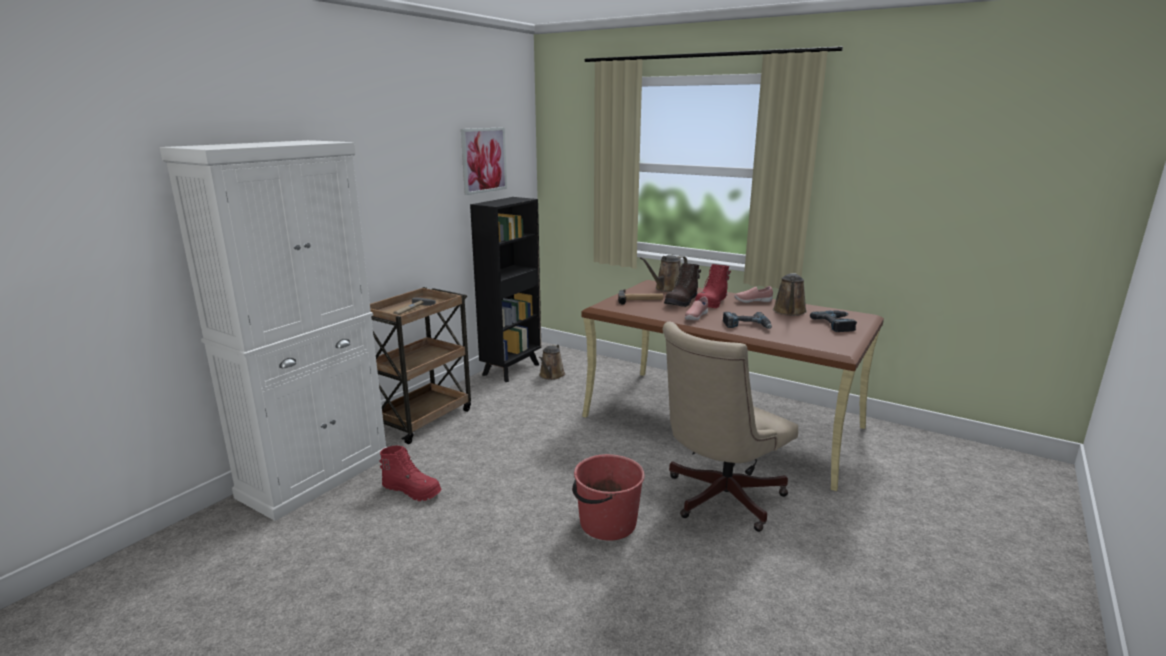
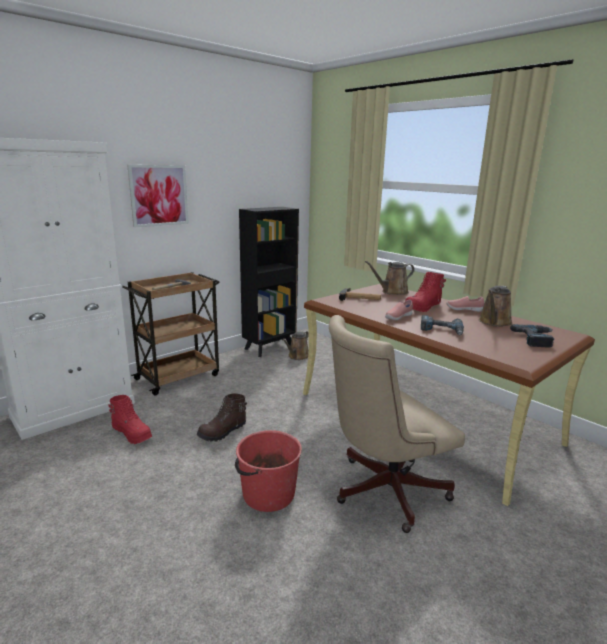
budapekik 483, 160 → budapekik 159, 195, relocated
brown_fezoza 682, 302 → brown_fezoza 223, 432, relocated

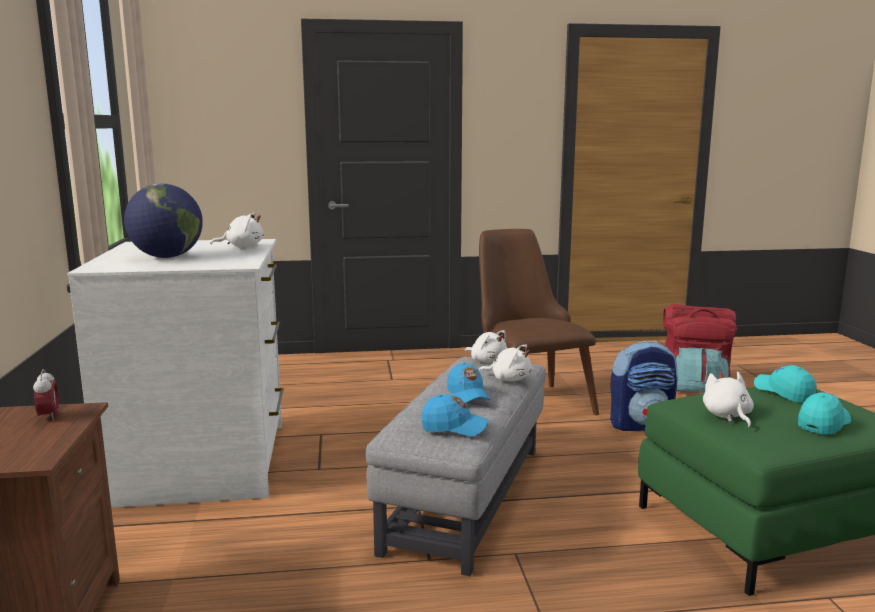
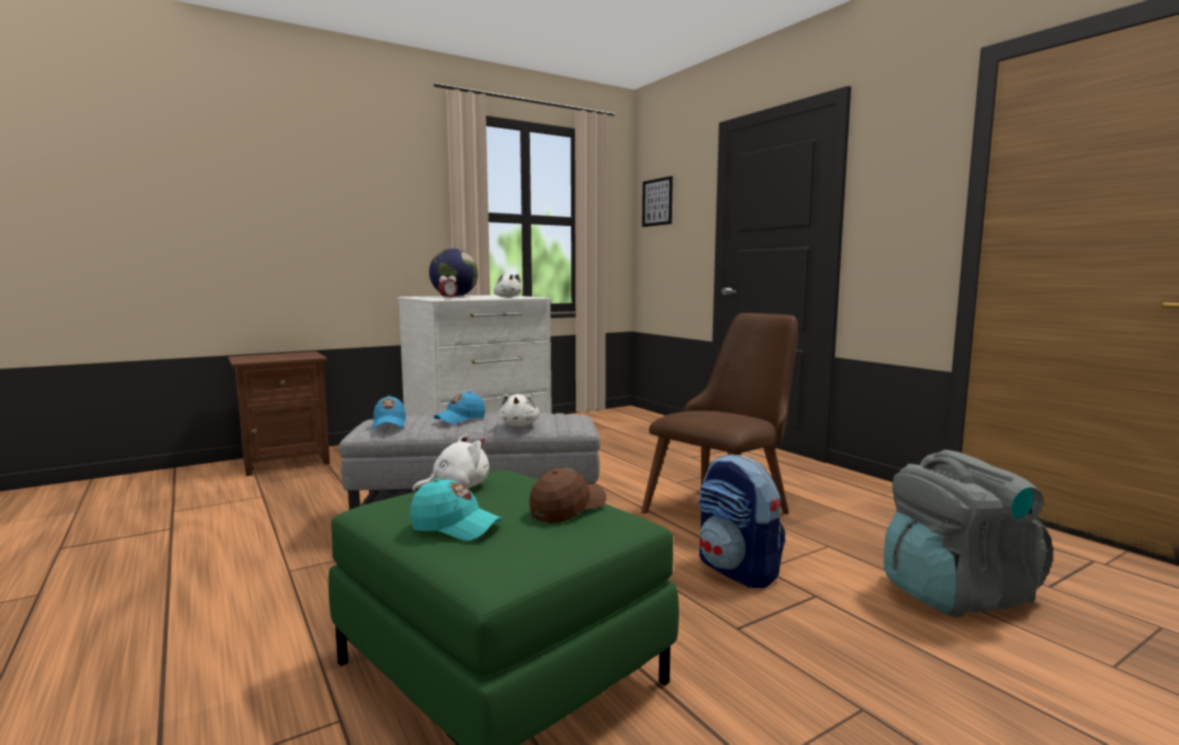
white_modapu 487, 361 → -
- → budapekik 657, 202
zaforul 49, 417 → zaforul 448, 299, relocated
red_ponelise 694, 386 → grey_ponelise 954, 594
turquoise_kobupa 784, 392 → brown_kobupa 567, 508

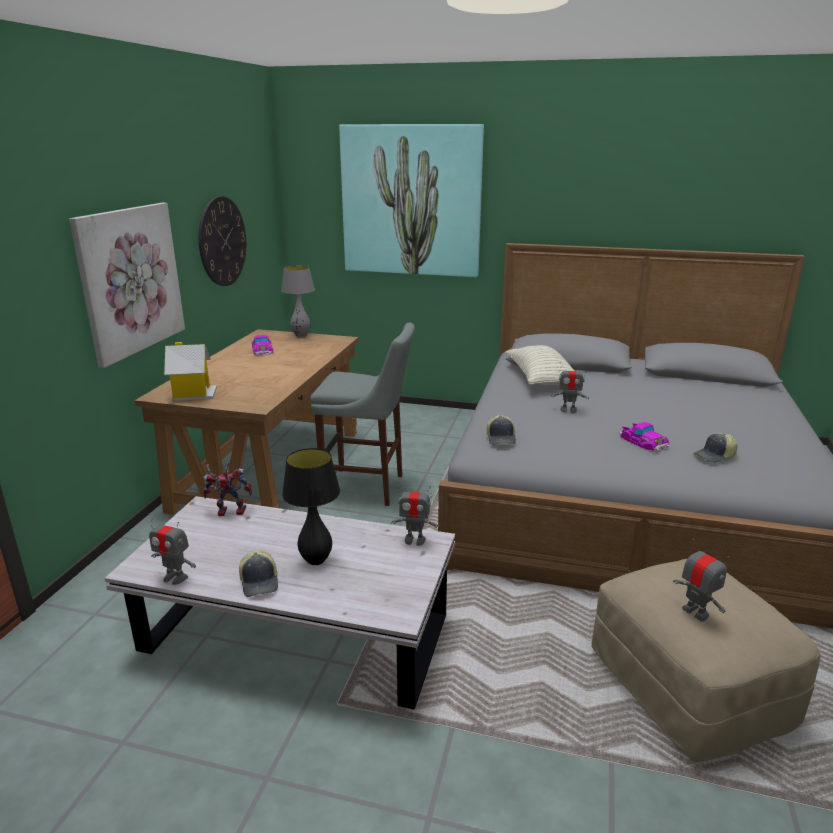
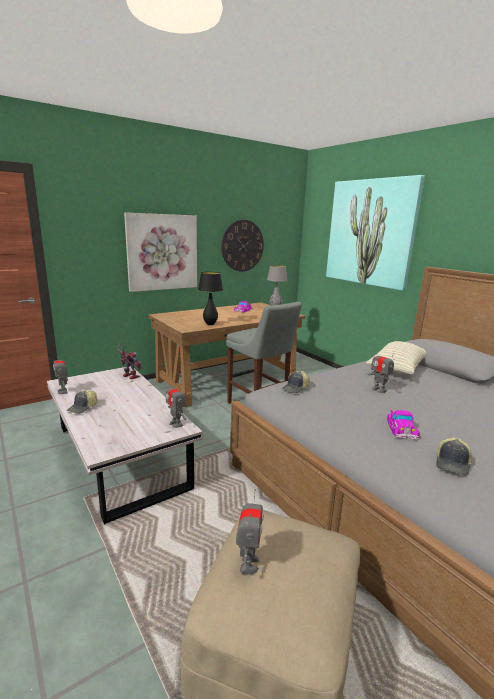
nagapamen 193, 394 → -
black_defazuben 316, 560 → black_defazuben 210, 324, relocated
kobupa 715, 456 → kobupa 453, 464, 75 degrees counterclockwise

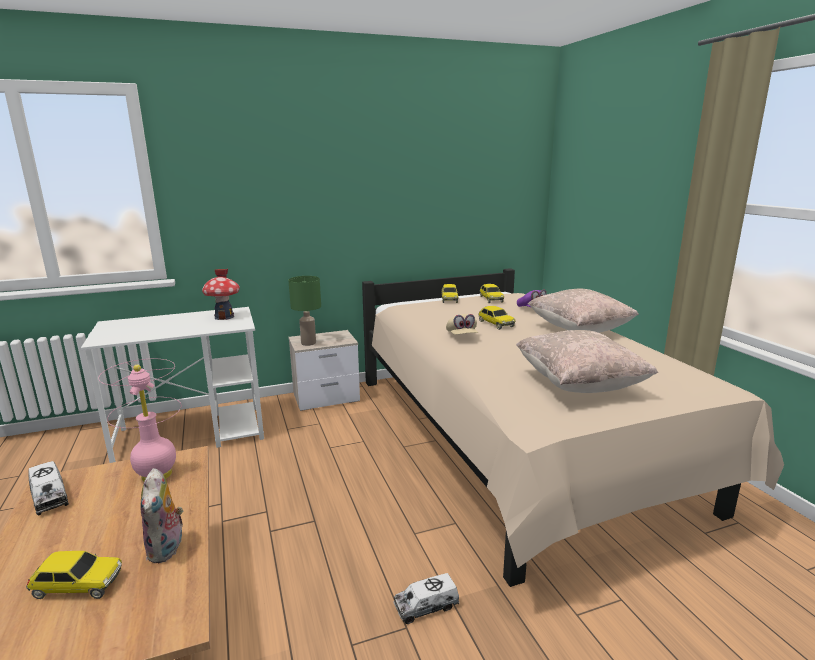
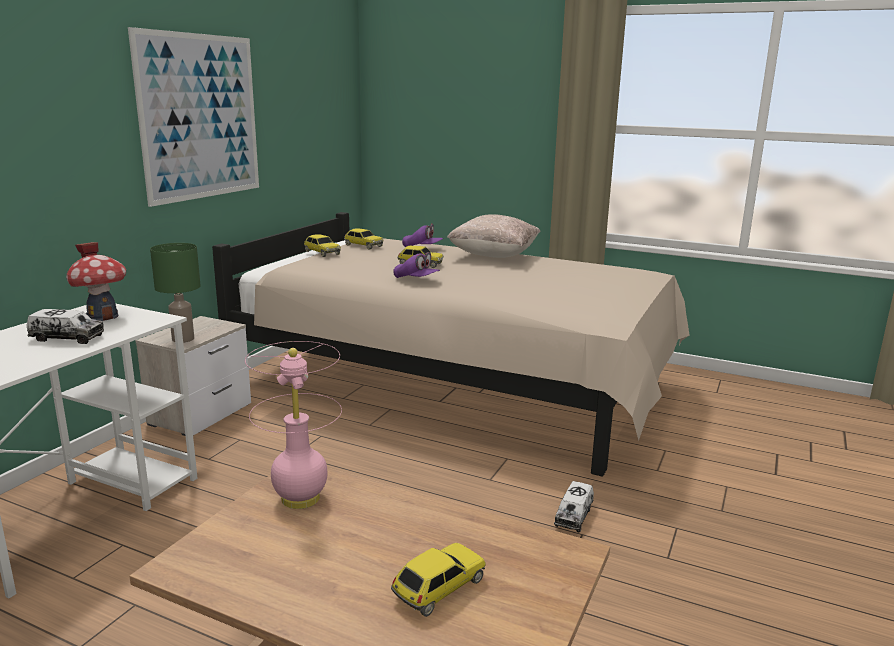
modapu 167, 549 → -
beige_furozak 579, 385 → -
- → budapekik 200, 117
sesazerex 49, 497 → sesazerex 67, 338, relocated
beige_kobupa 461, 336 → purple_kobupa 416, 280

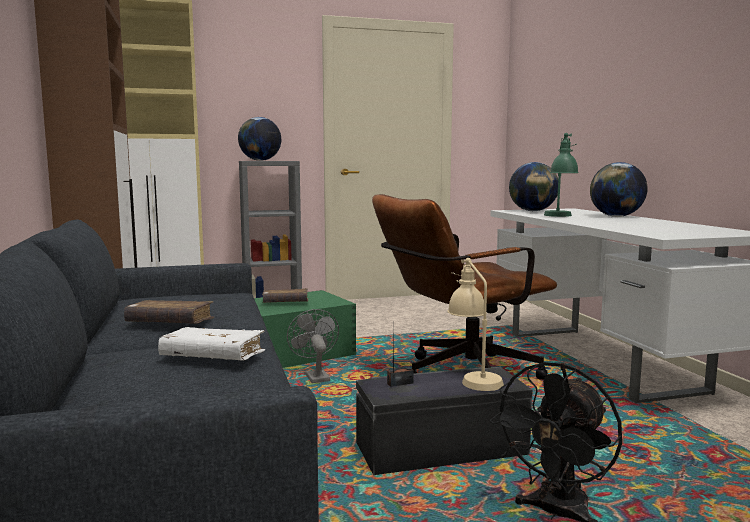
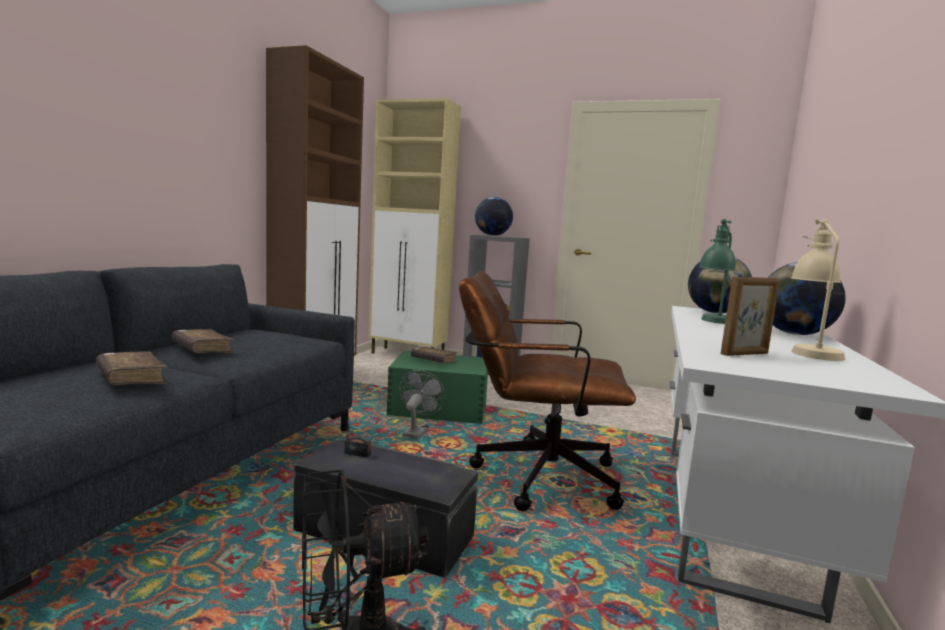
- → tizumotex 745, 354
beige_defazuben 473, 377 → beige_defazuben 809, 350, relocated
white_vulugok 213, 357 → brown_vulugok 131, 378

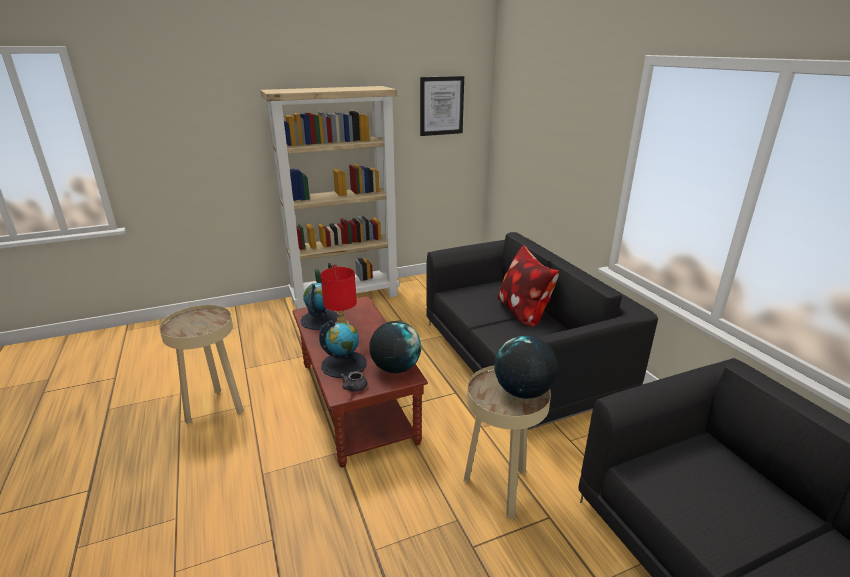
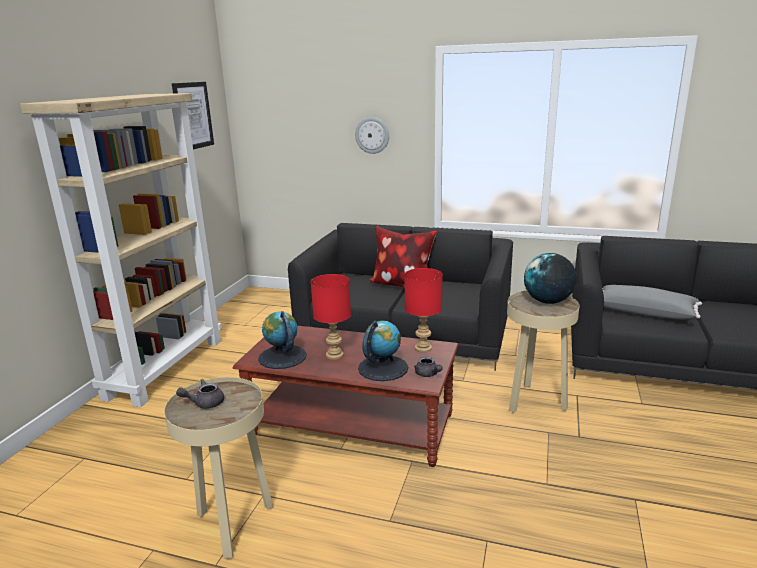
- → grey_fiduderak 204, 403
- → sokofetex 372, 135
- → grey_furozak 645, 312
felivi 395, 368 → red_defazuben 422, 348

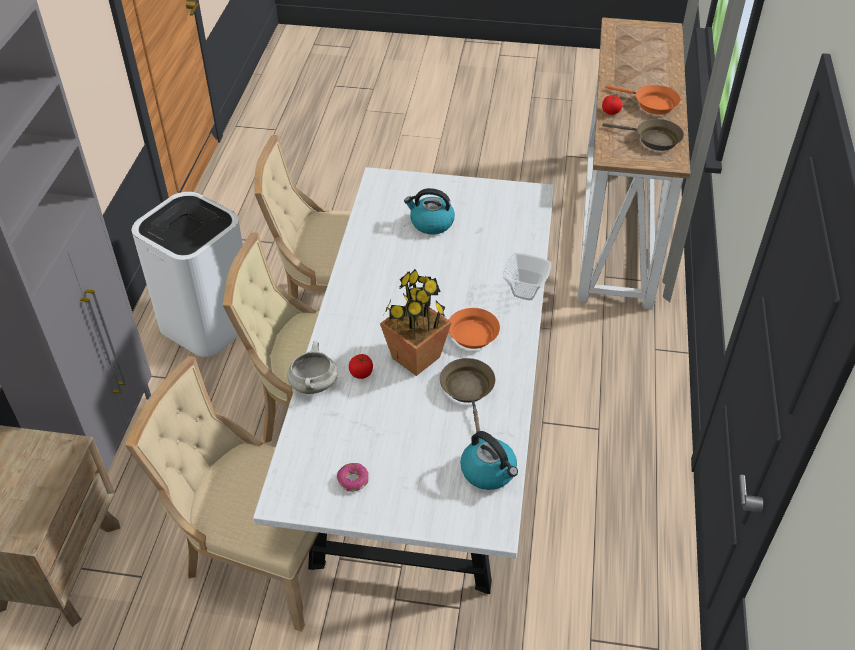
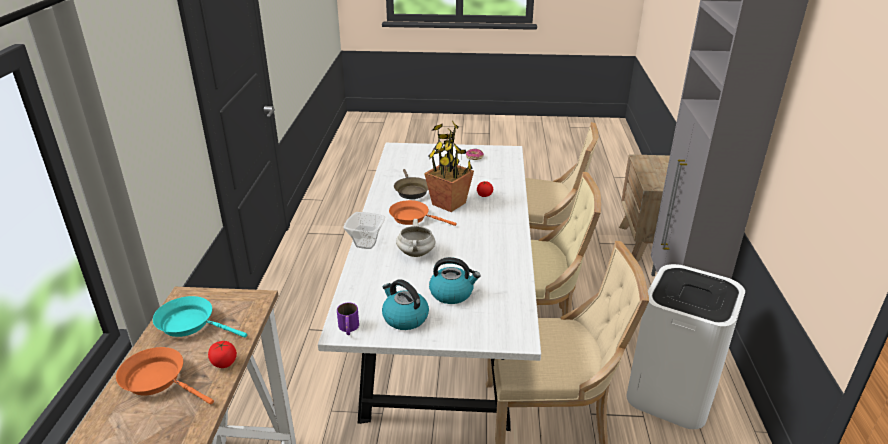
- → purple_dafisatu 348, 328
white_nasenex 313, 384 → white_nasenex 416, 254, relocated
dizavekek 489, 471 → dizavekek 404, 318, relocated
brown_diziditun 653, 139 → turquoise_diziditun 190, 324

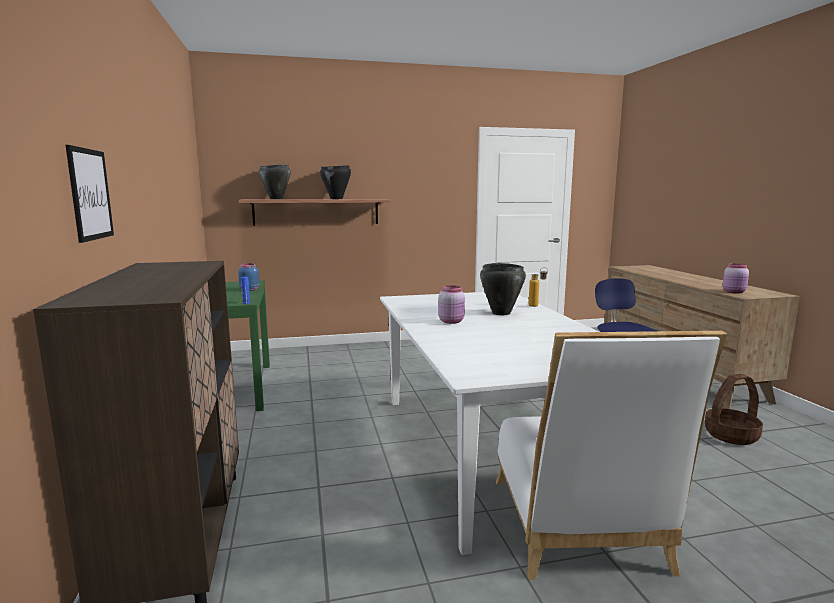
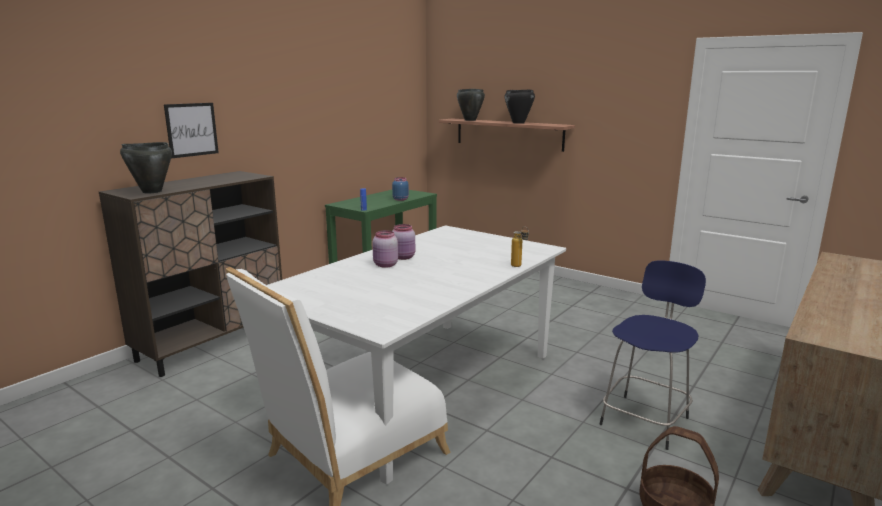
black_nasenex 501, 313 → black_nasenex 151, 191, relocated
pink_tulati 734, 292 → pink_tulati 385, 265, relocated

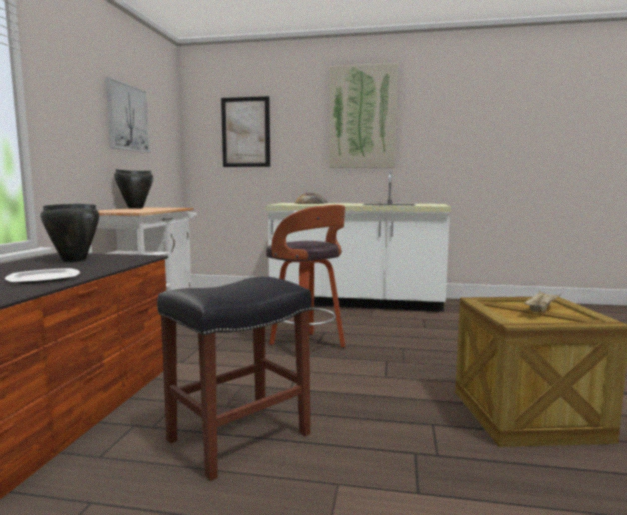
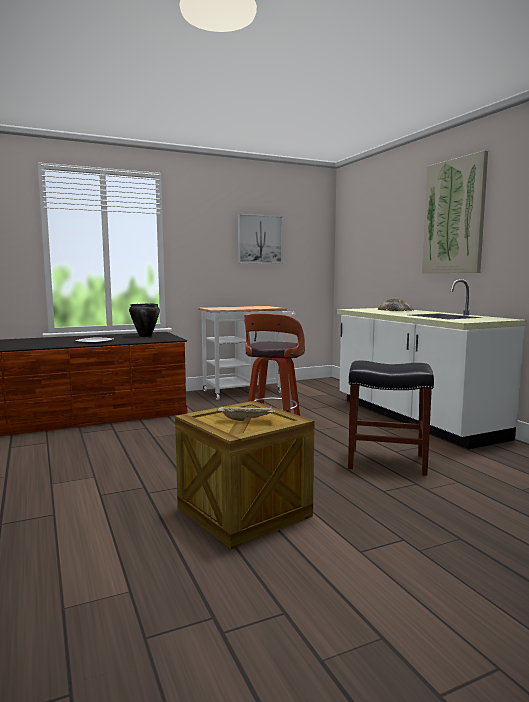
black_nasenex 135, 208 → -
budapekik 246, 132 → -
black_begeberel 240, 436 → black_begeberel 387, 461, relocated

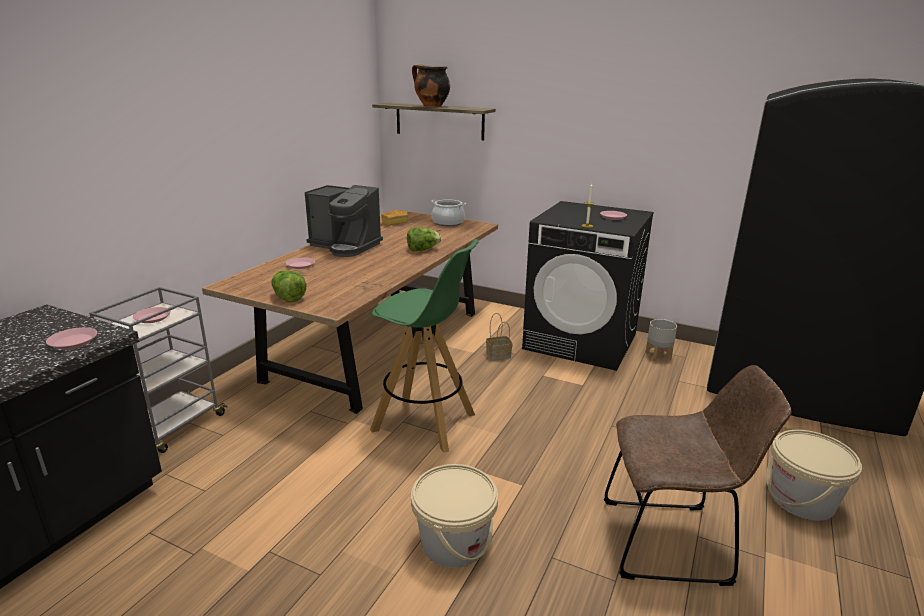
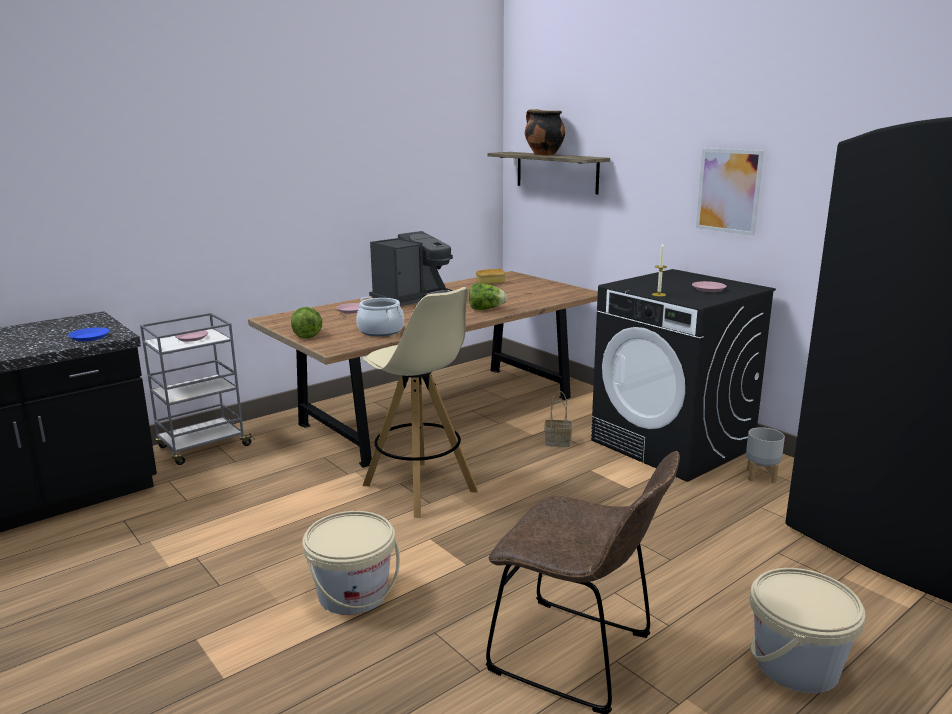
- → budapekik 728, 191
nasenex 448, 223 → nasenex 380, 331, relocated
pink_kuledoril 73, 342 → blue_kuledoril 89, 337
green_begeberel 425, 422 → beige_begeberel 420, 488
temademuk 345, 246 → temademuk 413, 298, 90 degrees counterclockwise

